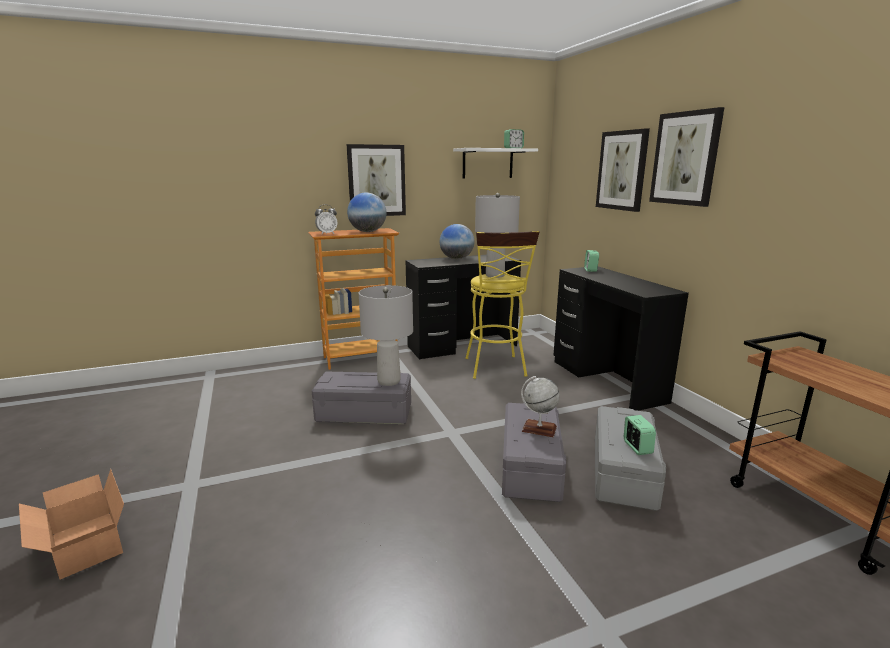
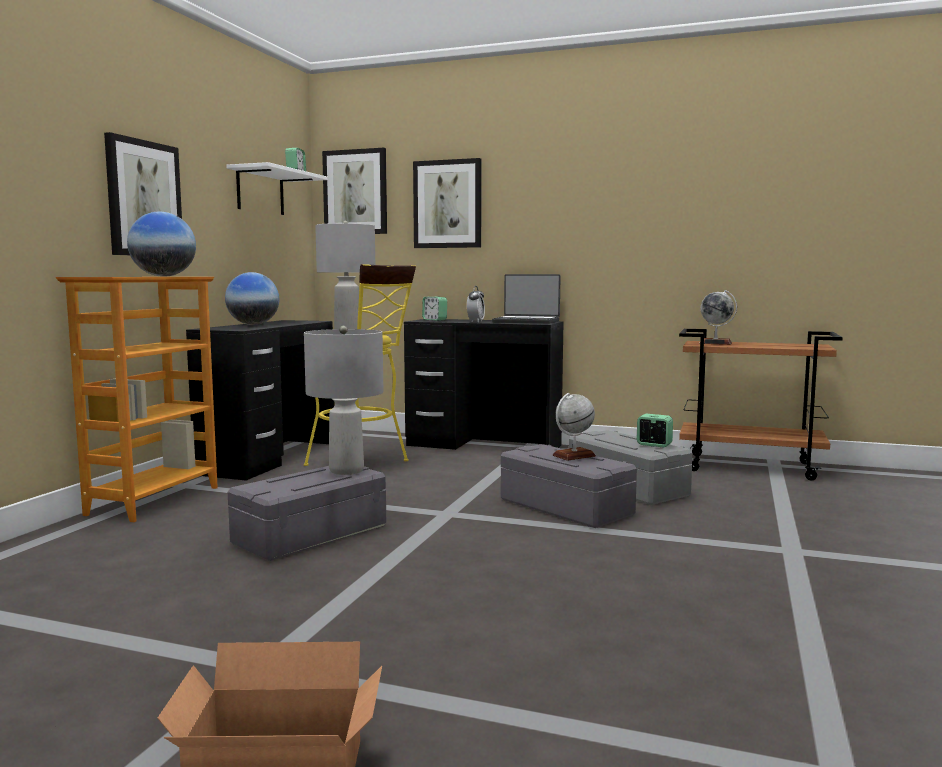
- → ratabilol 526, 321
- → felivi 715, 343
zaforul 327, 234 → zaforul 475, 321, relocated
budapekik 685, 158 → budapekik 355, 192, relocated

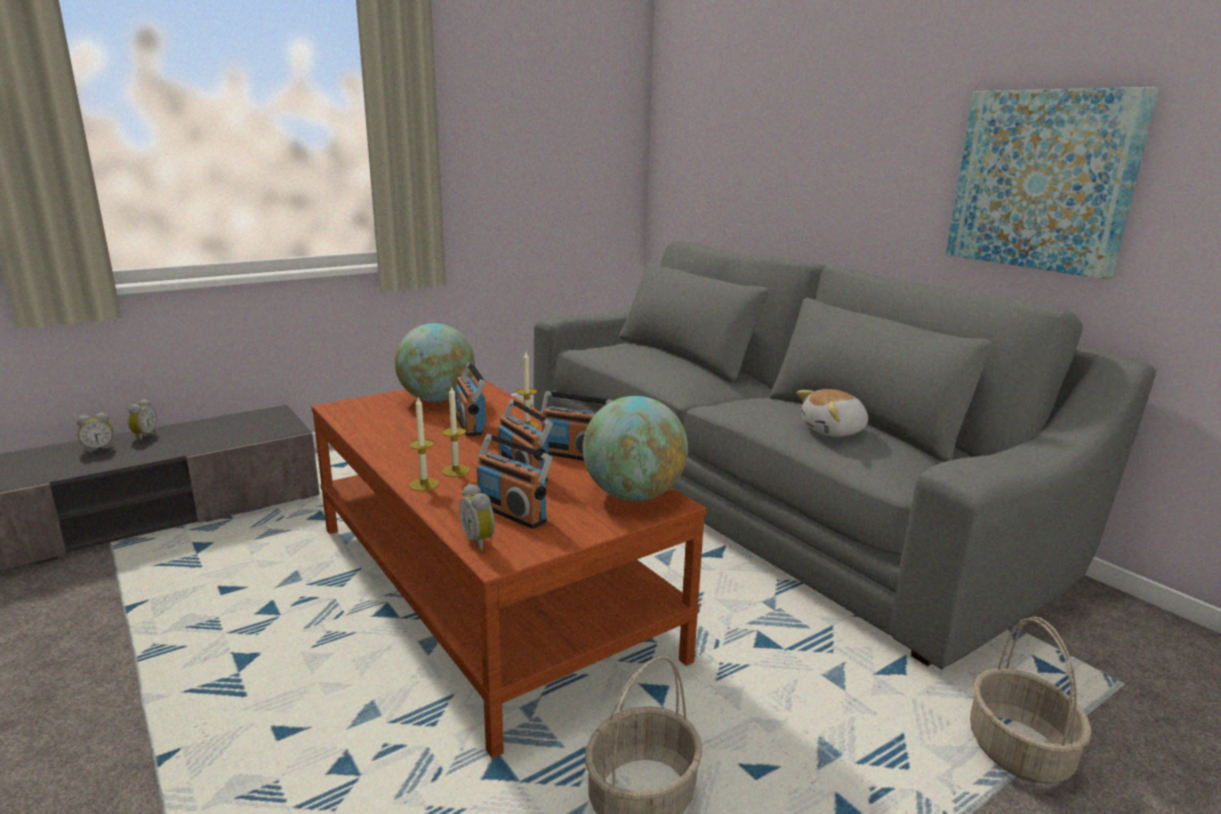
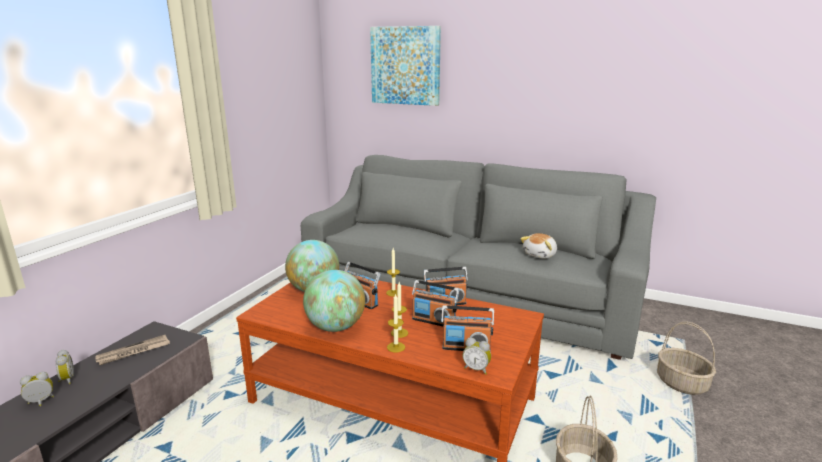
- → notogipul 133, 352
felivi 633, 495 → felivi 336, 327, relocated
budapekik 1042, 180 → budapekik 405, 66, relocated
zaforul 99, 449 → zaforul 40, 402, 150 degrees counterclockwise

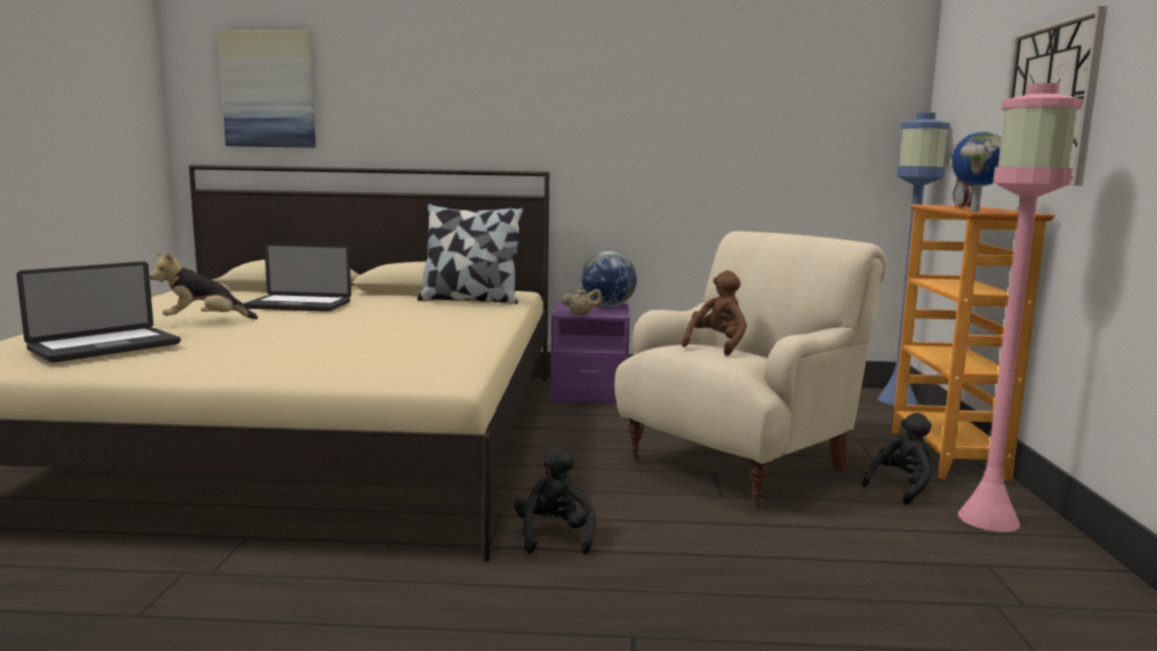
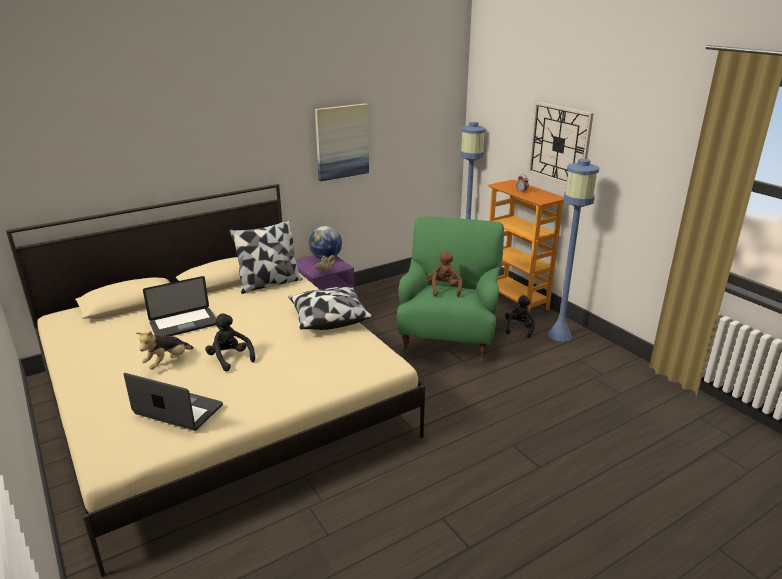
felivi 975, 211 → -
- → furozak 328, 318
budapekik 269, 89 → budapekik 342, 141, relocated
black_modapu 554, 536 → black_modapu 230, 358, relocated
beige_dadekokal 740, 463 → green_dadekokal 449, 337
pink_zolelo 988, 519 → blue_zolelo 559, 335
ratabilol 105, 347 → ratabilol 178, 410, 75 degrees counterclockwise

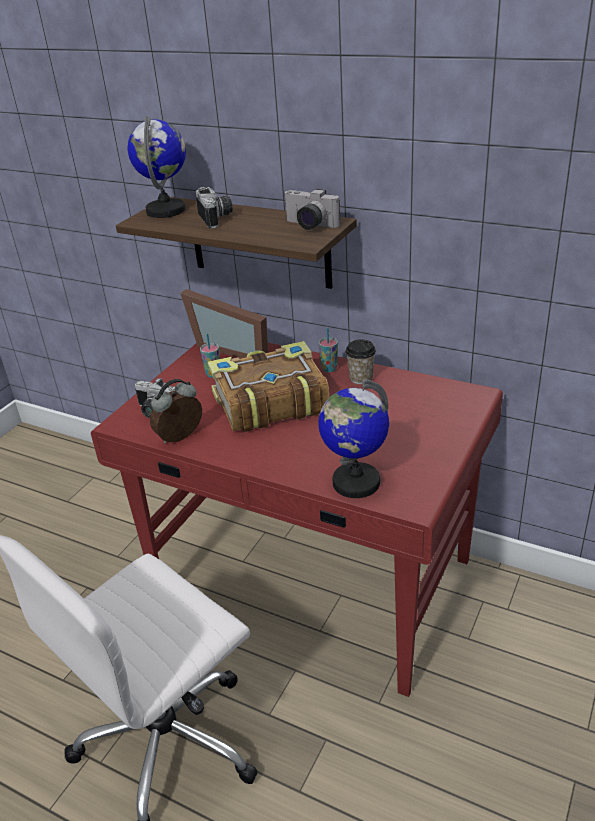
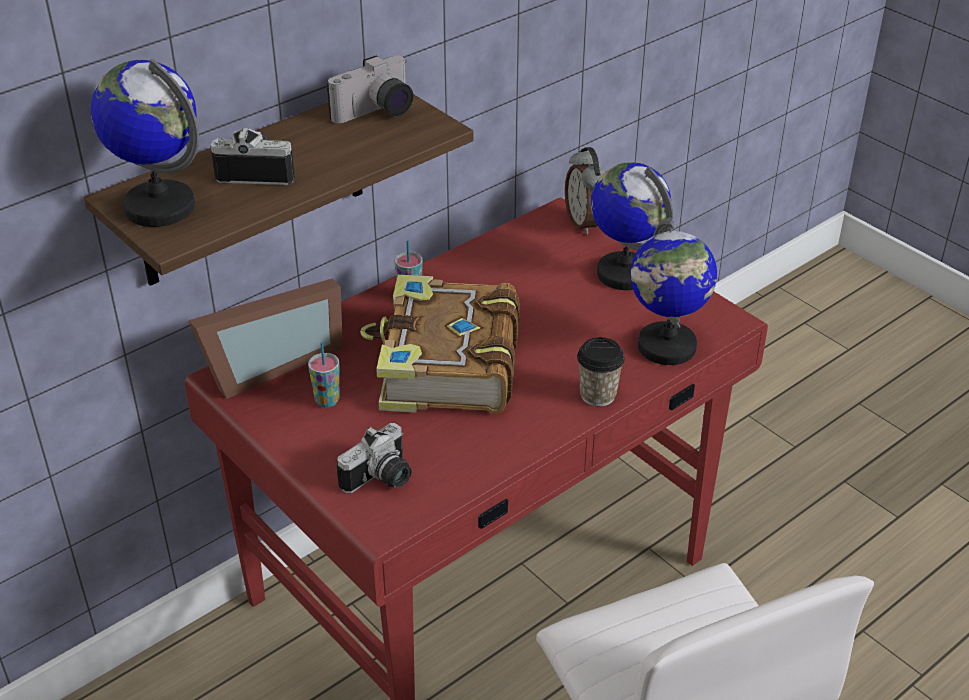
- → felivi 624, 273
zaforul 181, 438 → zaforul 584, 222, relocated
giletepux 361, 378 → giletepux 598, 395, relocated

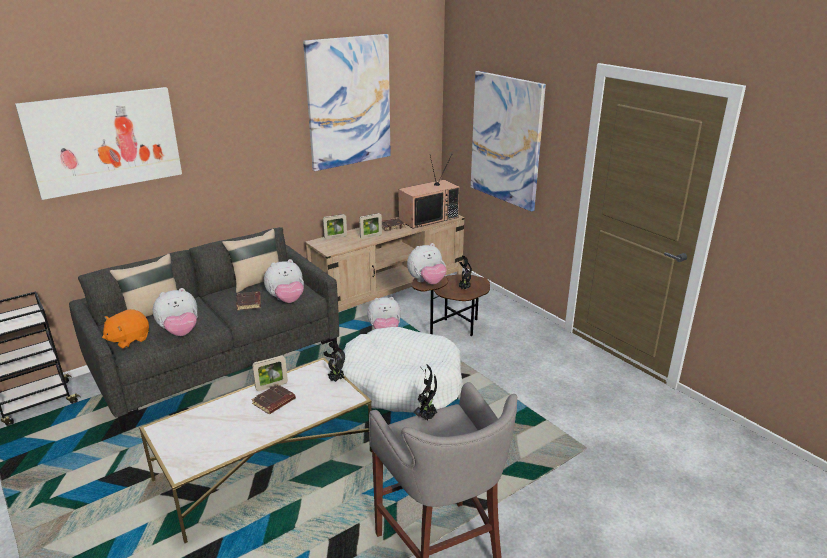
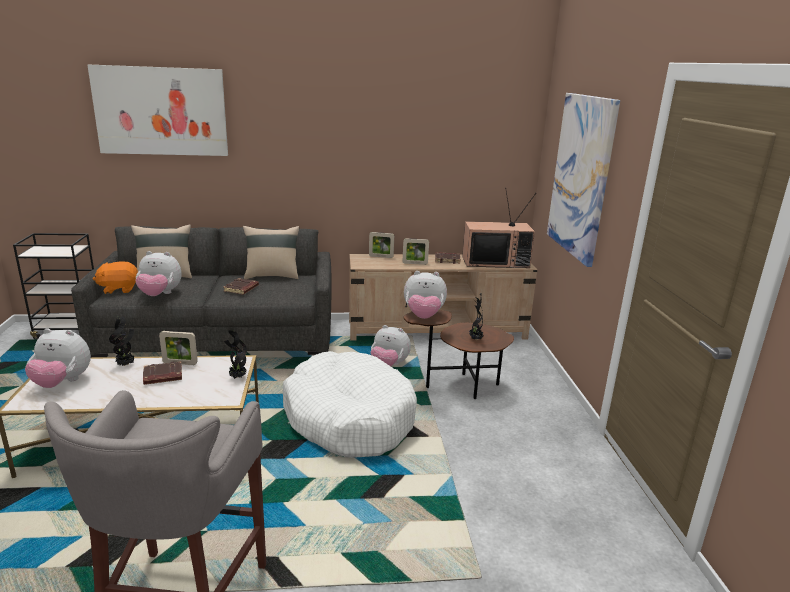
budapekik 349, 102 → -
modapu 286, 300 → modapu 62, 382, relocated
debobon 427, 417 → debobon 126, 365, relocated

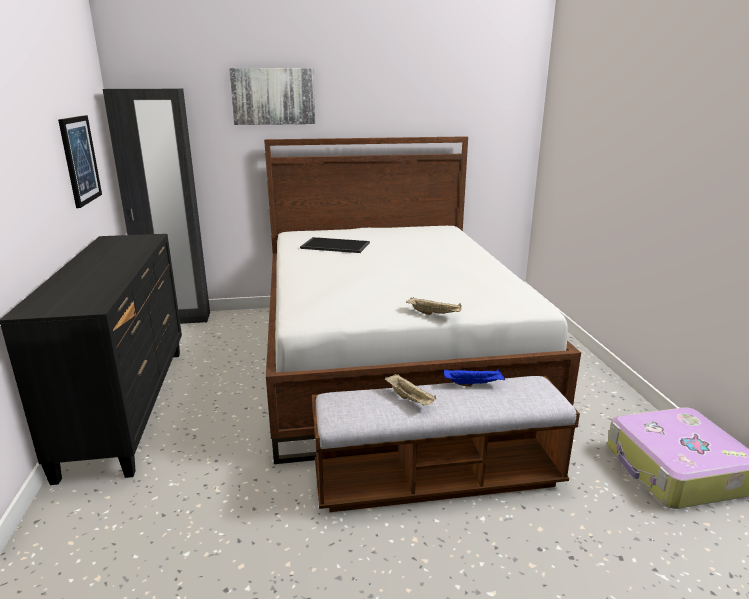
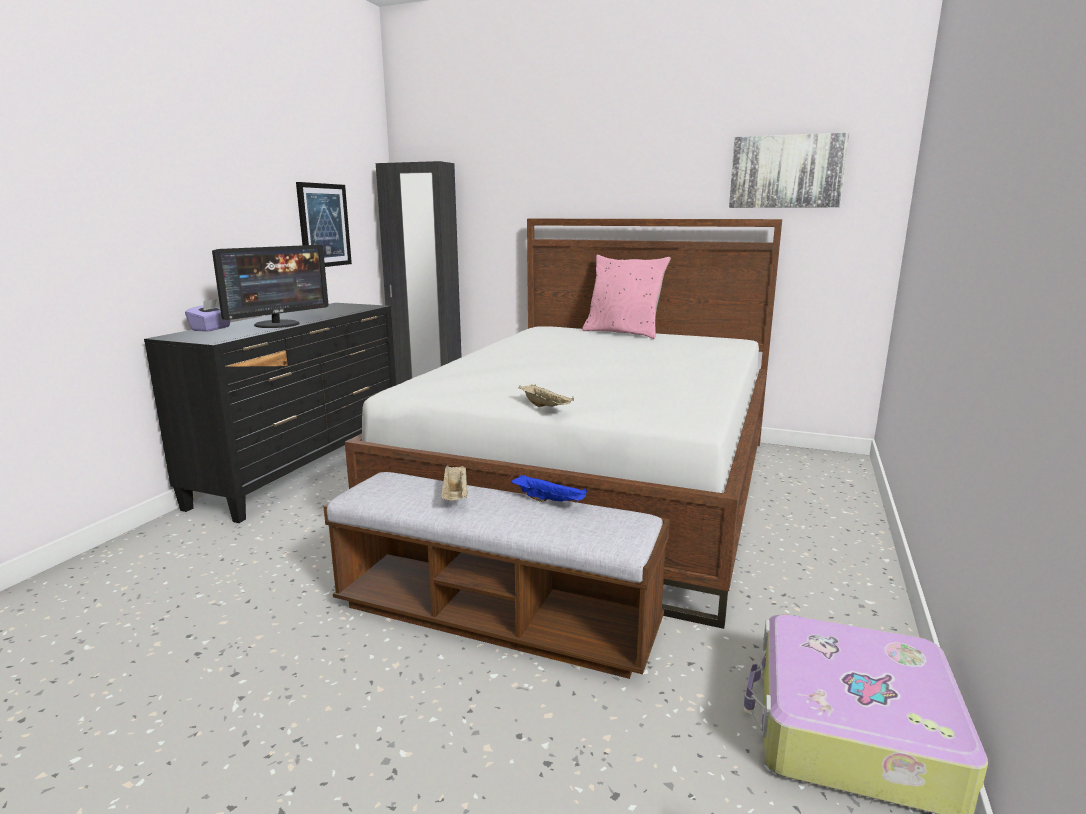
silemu 334, 246 → -
- → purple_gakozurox 211, 329
- → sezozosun 278, 324
- → pink_furozak 623, 333
budapekik 273, 96 → budapekik 786, 172, relocated

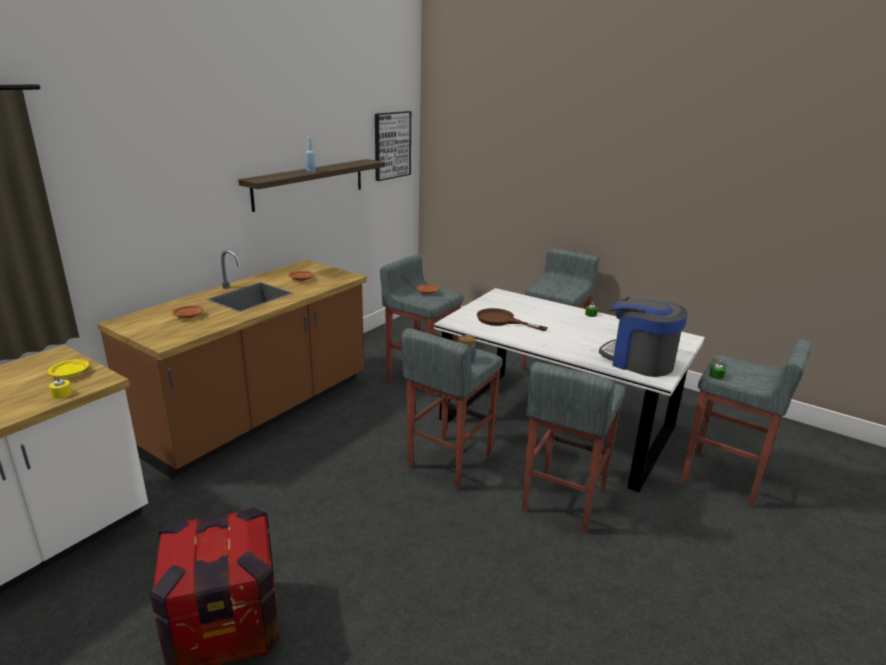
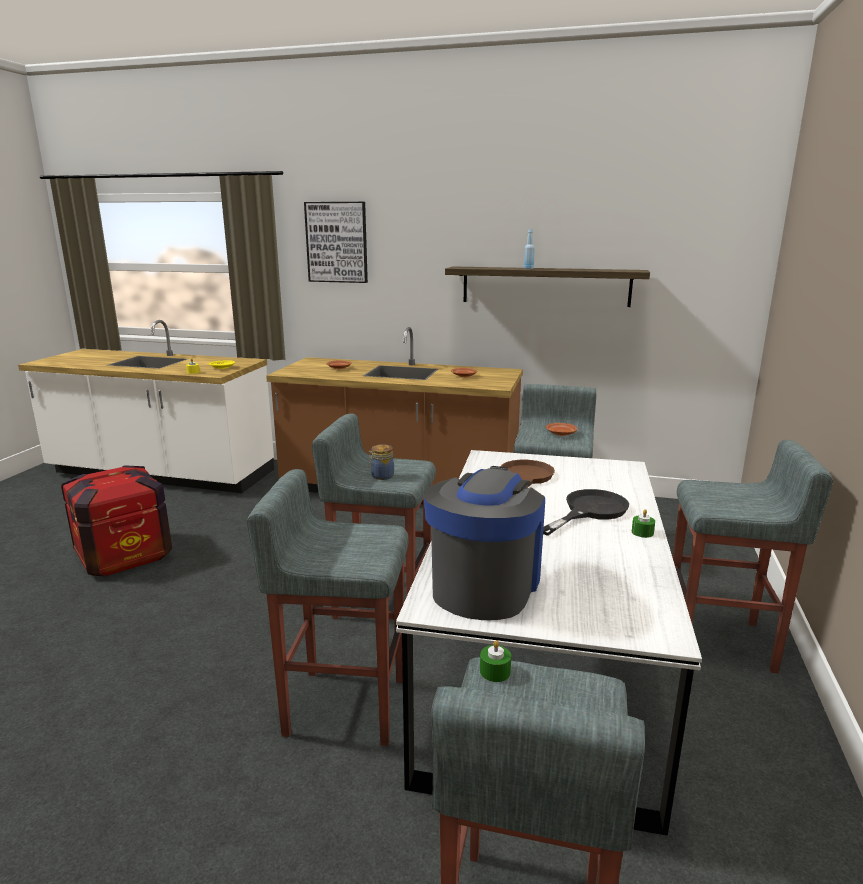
- → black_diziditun 589, 511
budapekik 391, 145 → budapekik 337, 242, relocated

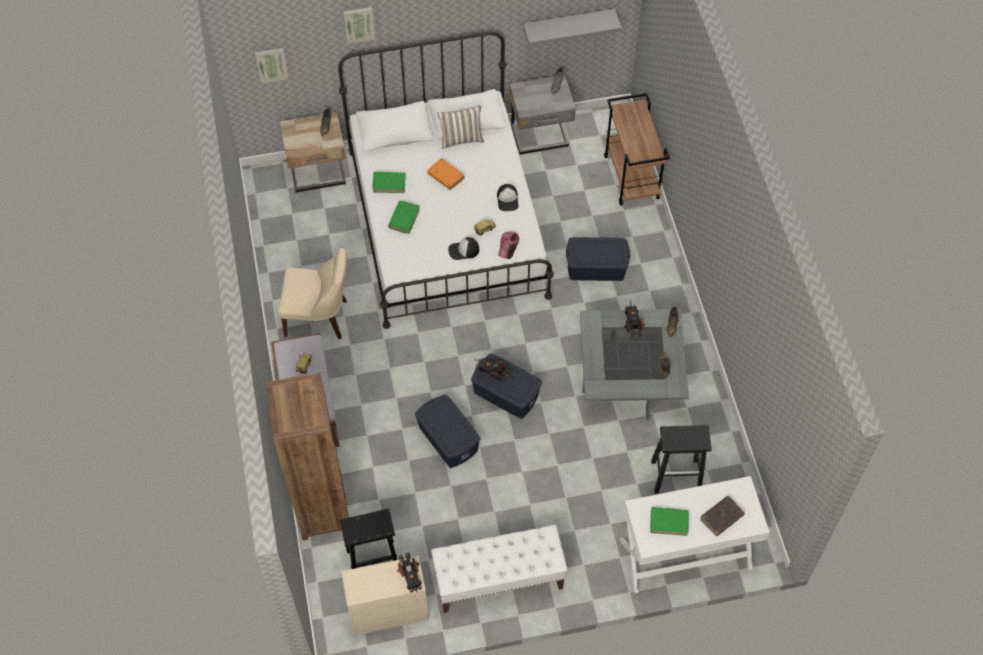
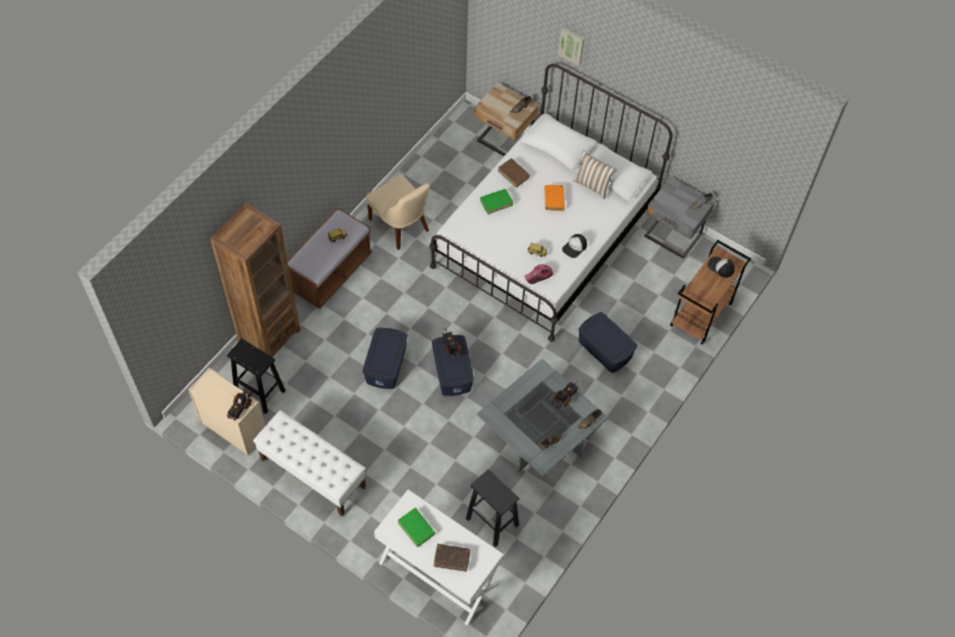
budapekik 271, 64 → -
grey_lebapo 568, 24 → -
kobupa 463, 250 → kobupa 720, 267, relocated
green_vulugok 389, 184 → brown_vulugok 513, 175

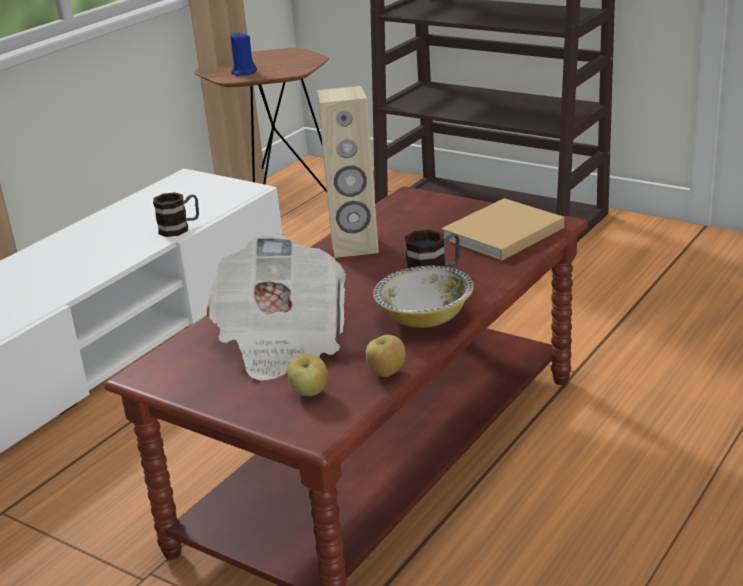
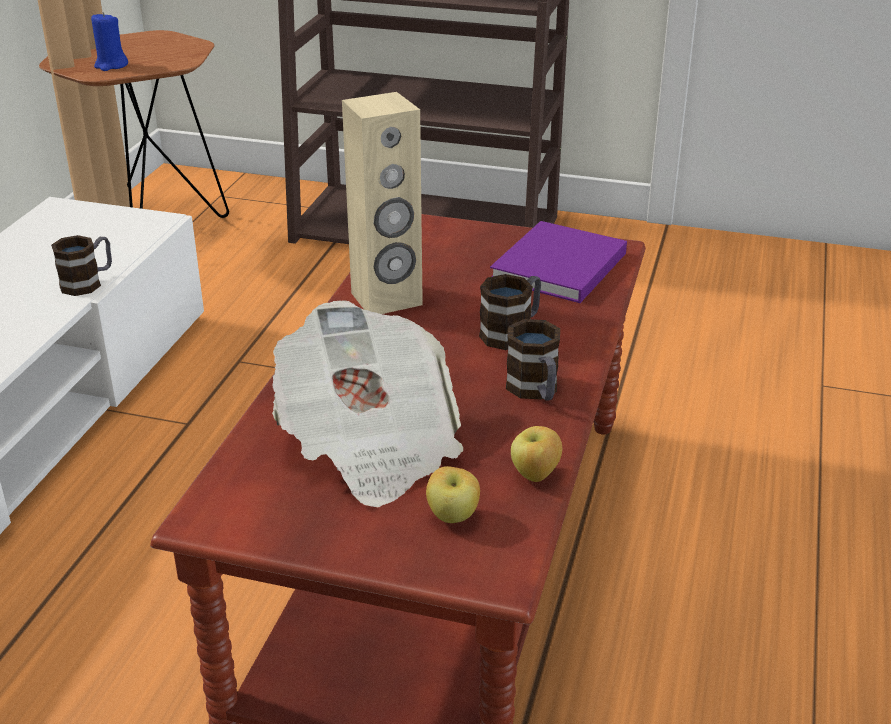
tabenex 425, 318 → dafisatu 535, 391
beige_vulugok 500, 234 → purple_vulugok 557, 268

